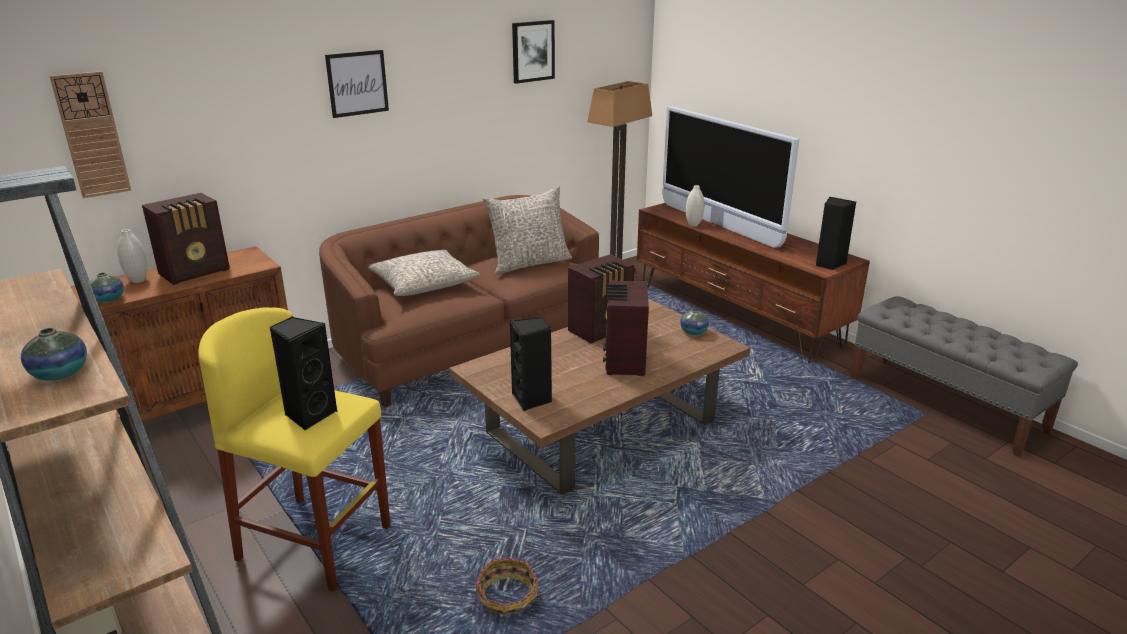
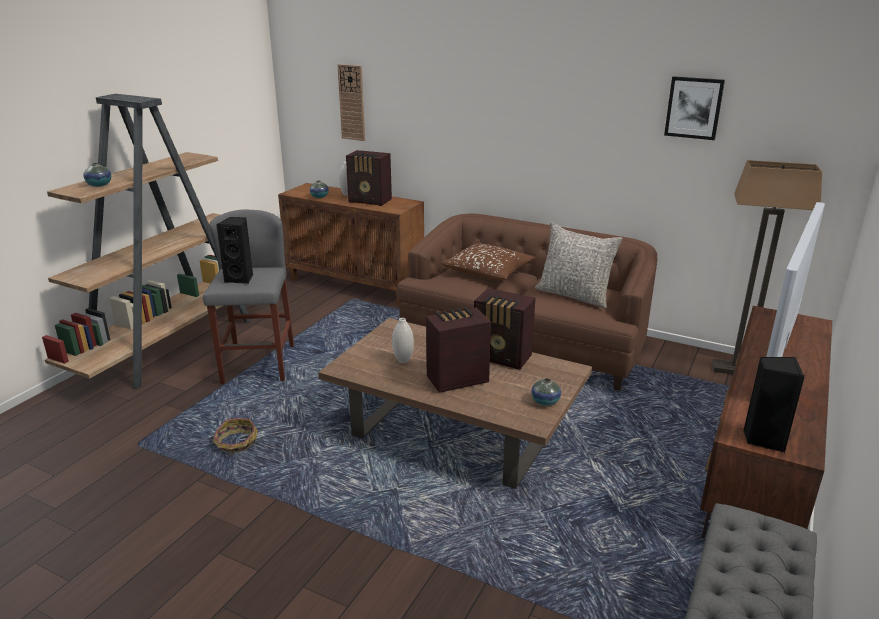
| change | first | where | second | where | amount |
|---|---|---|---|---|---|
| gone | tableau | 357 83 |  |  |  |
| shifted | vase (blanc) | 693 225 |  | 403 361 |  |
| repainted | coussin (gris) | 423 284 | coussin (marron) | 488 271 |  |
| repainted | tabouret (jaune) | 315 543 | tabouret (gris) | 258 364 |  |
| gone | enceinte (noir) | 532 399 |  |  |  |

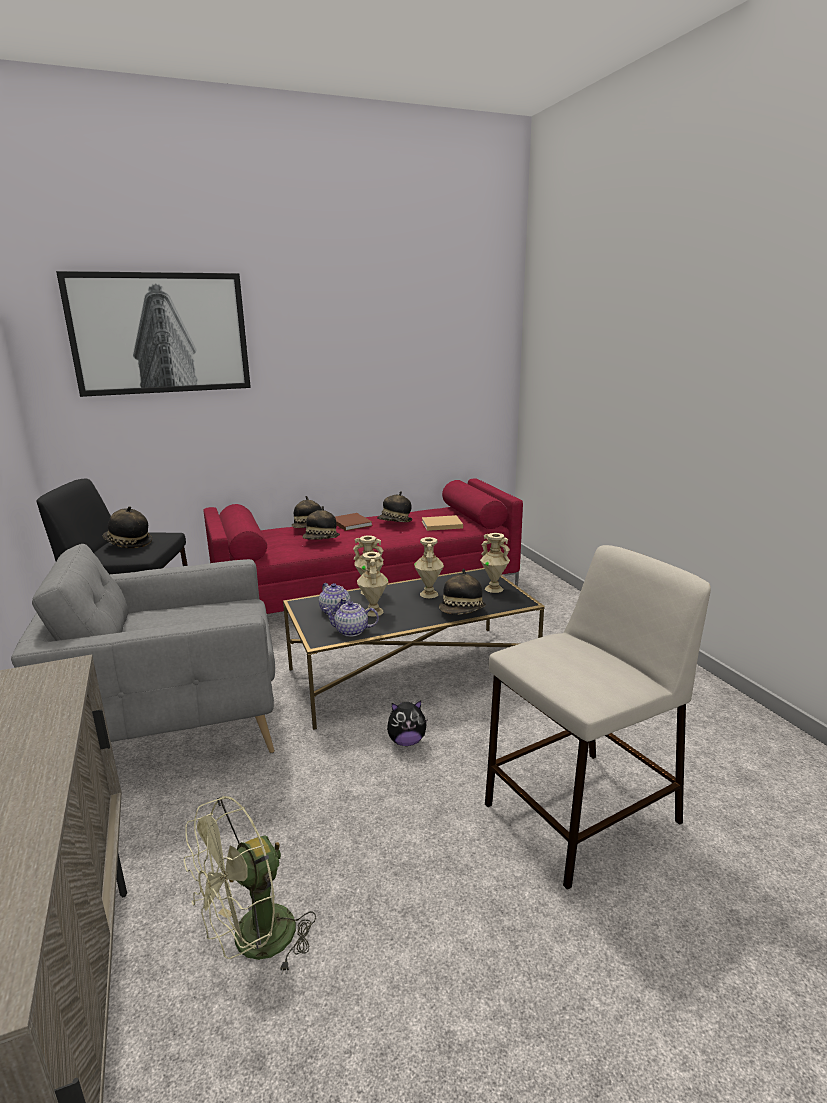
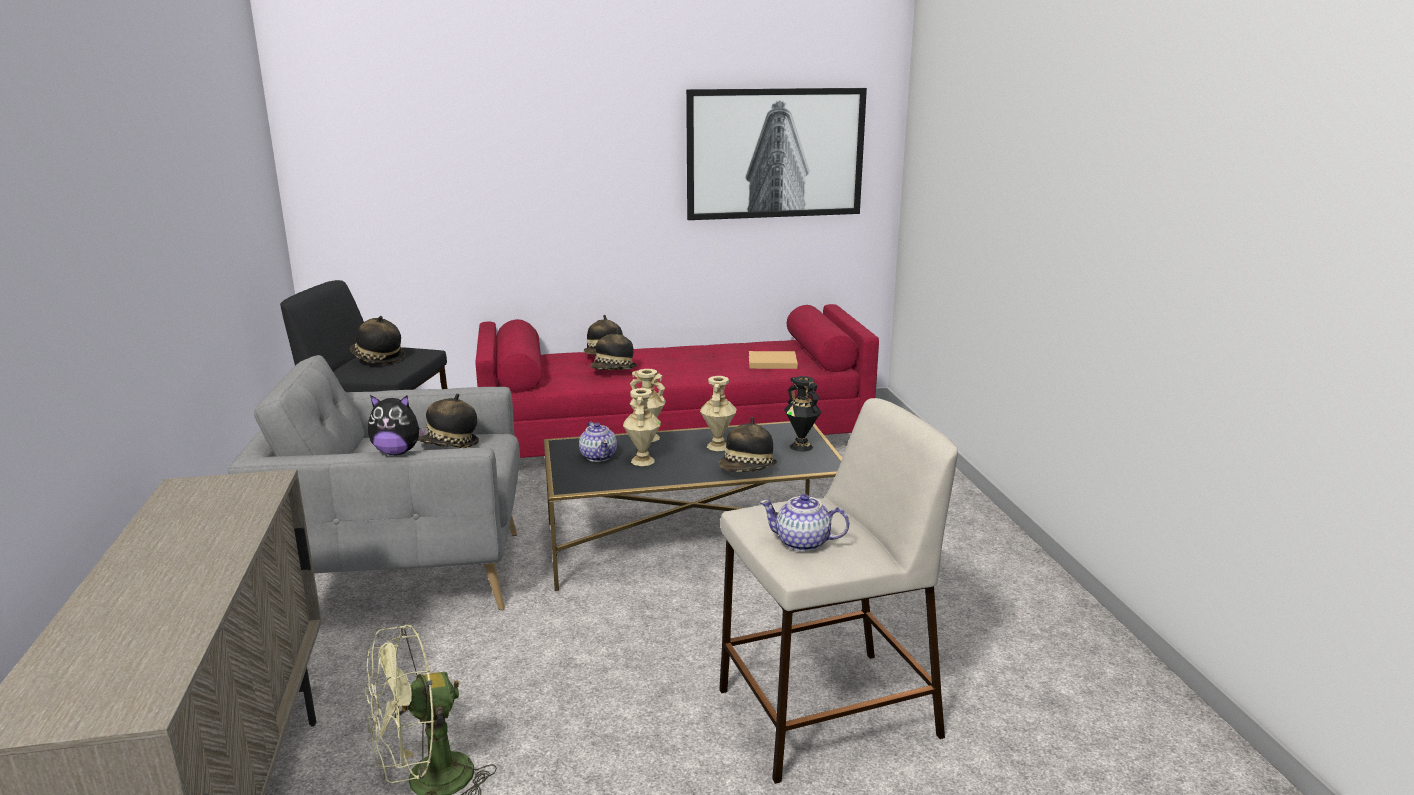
| change | first | where | second | where | amount |
|---|---|---|---|---|---|
| shifted | tableau | 160 333 |  | 775 153 |  |
| shifted | chapeau | 395 522 |  | 448 445 |  |
| gone | livre (marron) | 350 523 |  |  |  |
| repainted | vase (beige) | 494 589 | vase (noir) | 801 446 |  |
| shifted | théière | 352 631 |  | 803 543 |  |
| shifted | peluche | 406 741 |  | 397 452 |  |

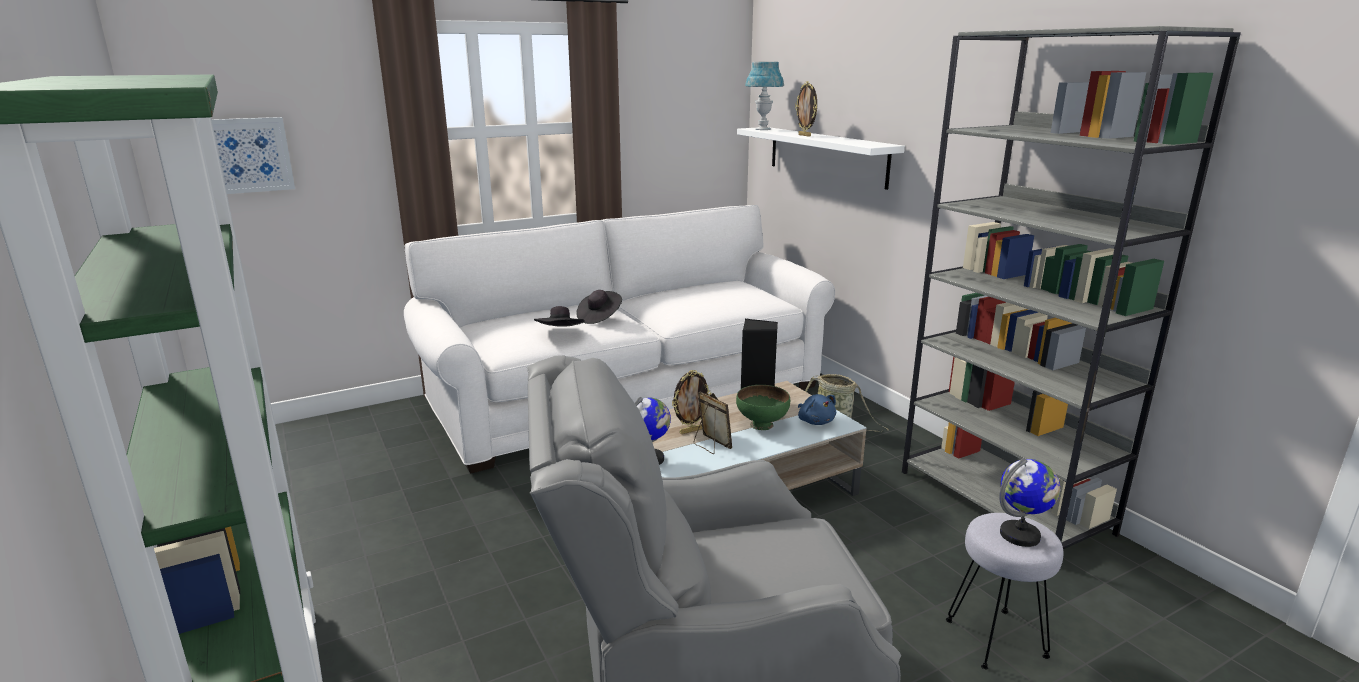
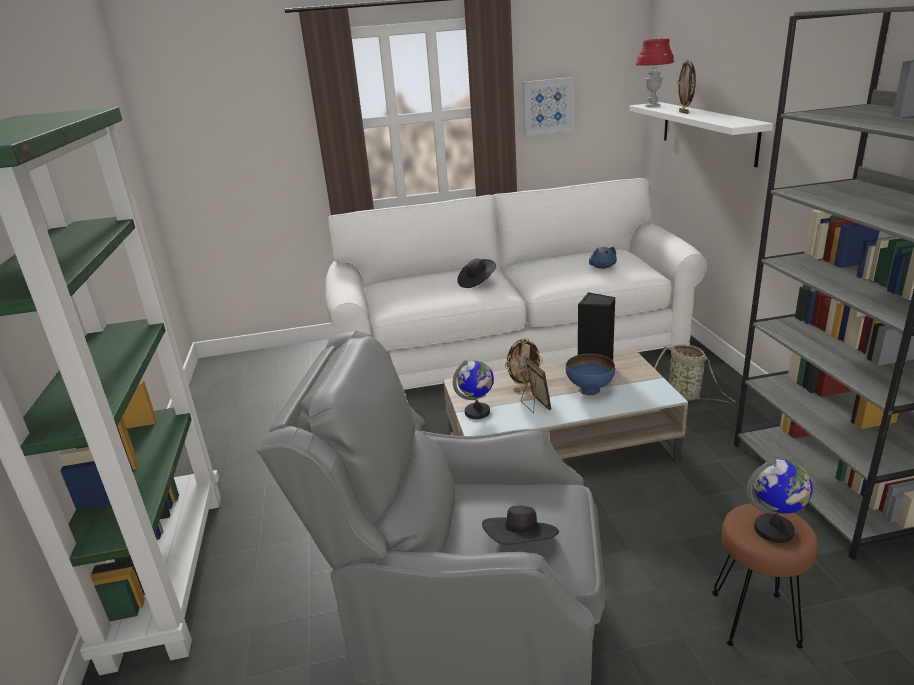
| change | first | where | second | where | amount |
|---|---|---|---|---|---|
| repainted | lampe de table (bleu) | 763 129 | lampe de table (rouge) | 652 106 |  |
| shifted | tableau | 249 155 |  | 548 106 |  |
| shifted | chapeau (noir) | 560 333 |  | 521 544 |  |
| repainted | bol (vert) | 762 425 | bol (bleu) | 590 390 |  |
| shifted | peluche (bleu) | 815 421 |  | 602 267 |  |
| repainted | tabouret (gris) | 996 639 | tabouret (marron) | 754 620 |  |

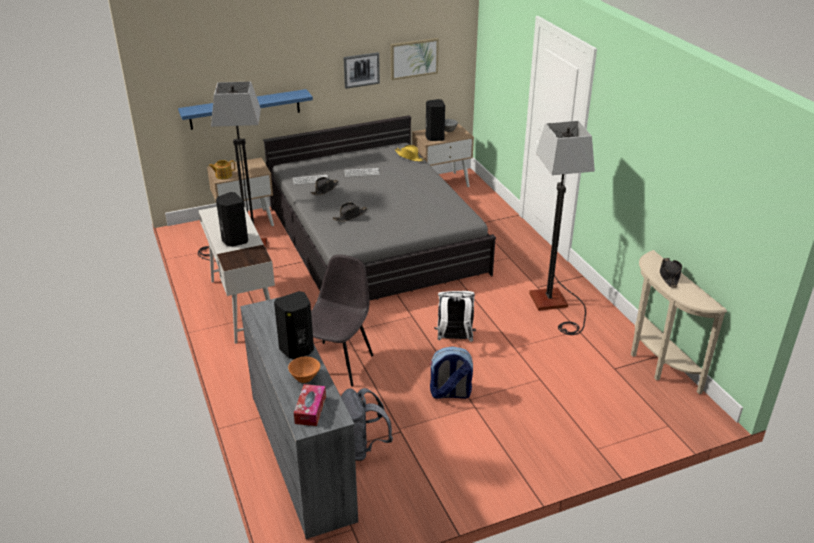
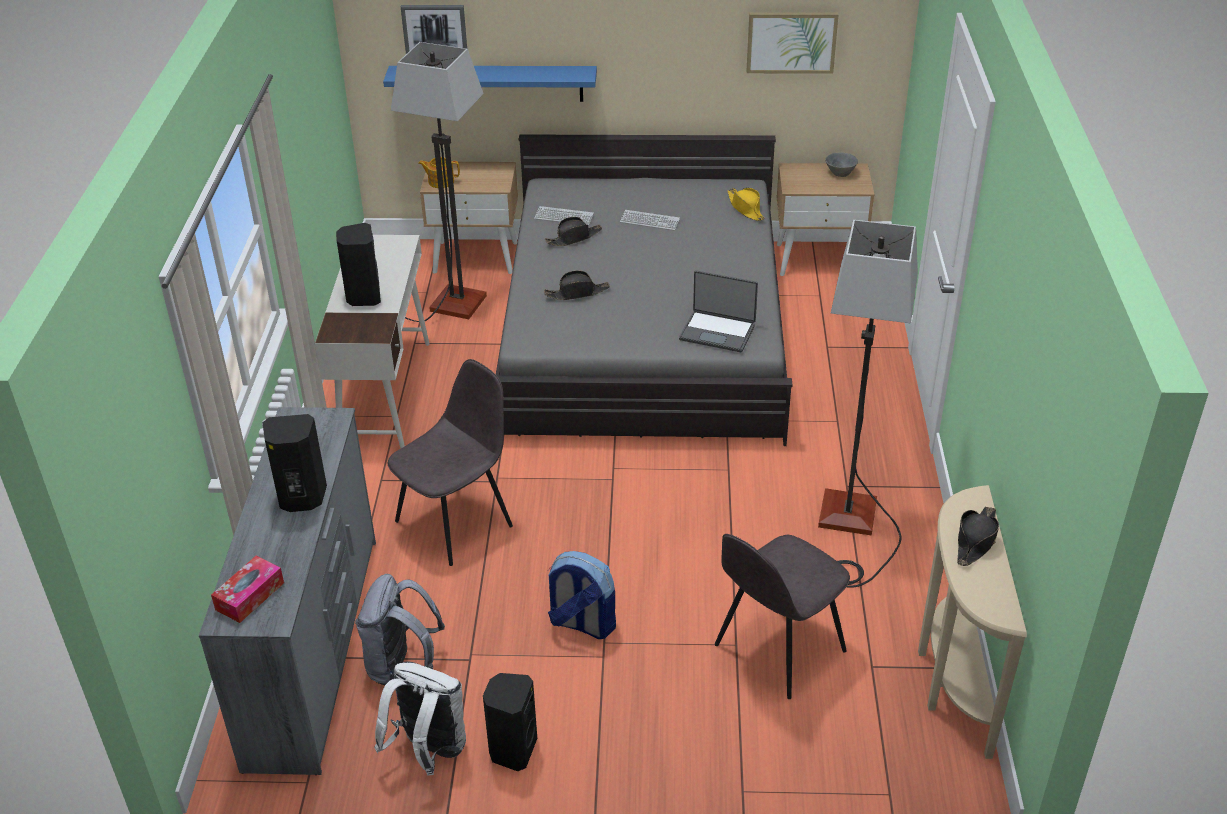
| change | first | where | second | where | amount |
|---|---|---|---|---|---|
| shifted | tableau | 361 70 |  | 434 30 |  |
| shifted | enceinte (noir) | 434 137 |  | 512 750 |  |
| shifted | sac à dos (blanc) | 454 339 |  | 428 751 |  |
| gone | bol (orange) | 306 377 |  |  |  |
| new |  |  | ordinateur portable | 717 332 |  |
| new |  |  | chaise (gris) | 777 650 |  |

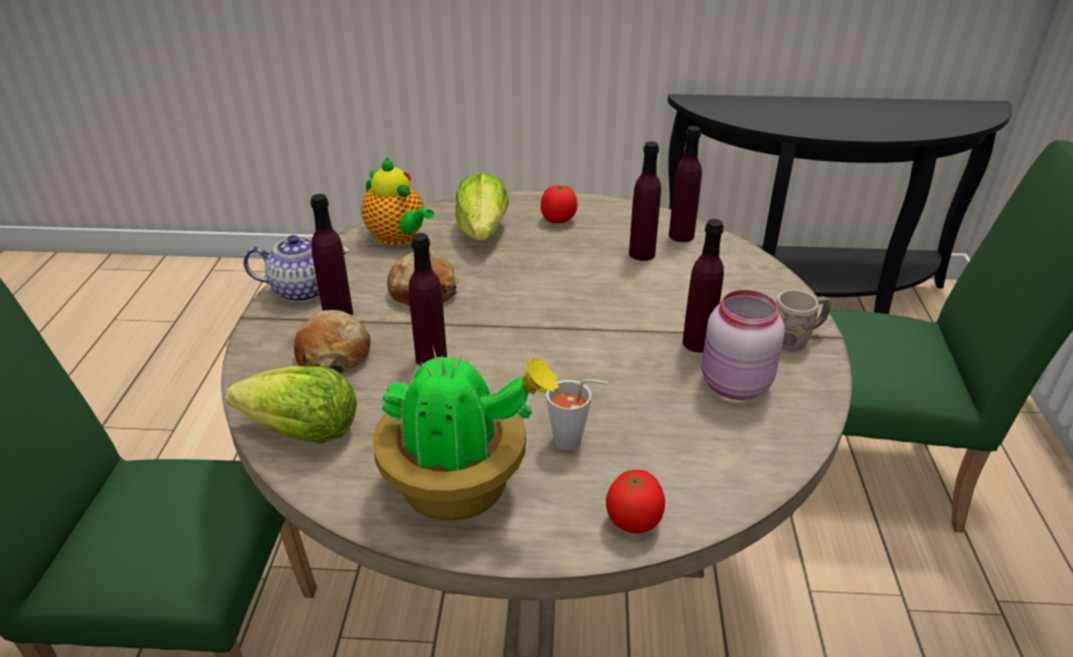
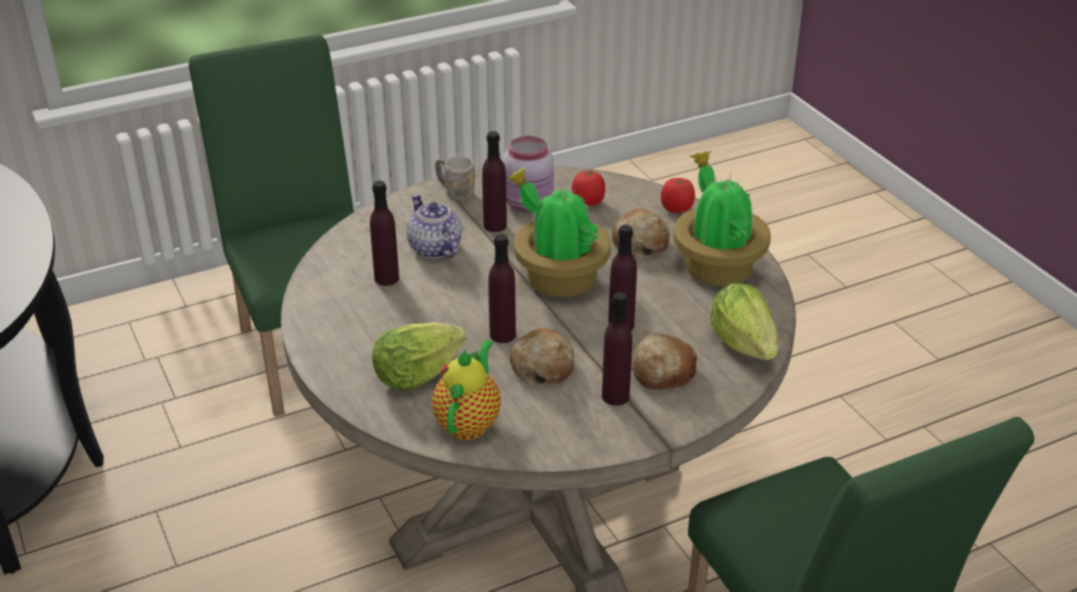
| change | first | where | second | where | amount |
|---|---|---|---|---|---|
| shifted | bouteille (violet) | 681 235 |  | 502 335 |  |
| shifted | tomate | 558 220 |  | 588 202 |  |
| shifted | théière | 303 290 |  | 434 249 |  |
| swapped | tasse (gris) | 574 442 | pain | 640 243 |  |
| new |  |  | plante en pot | 558 279 |  |

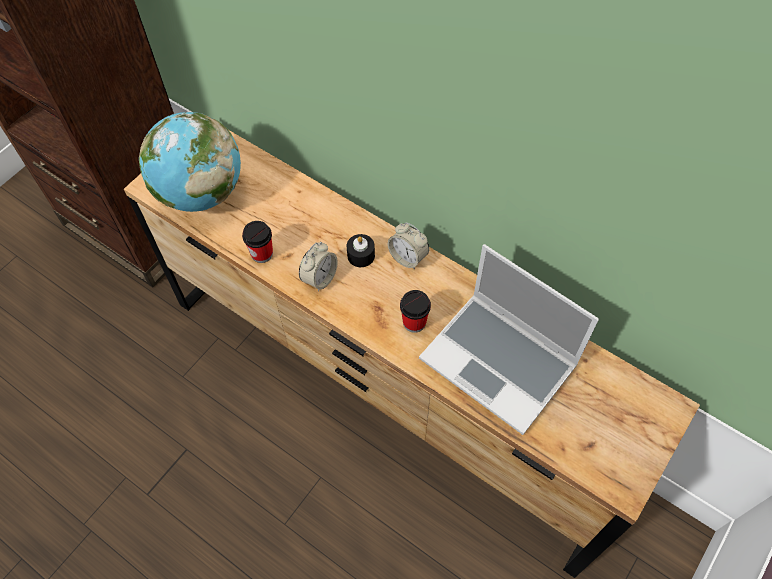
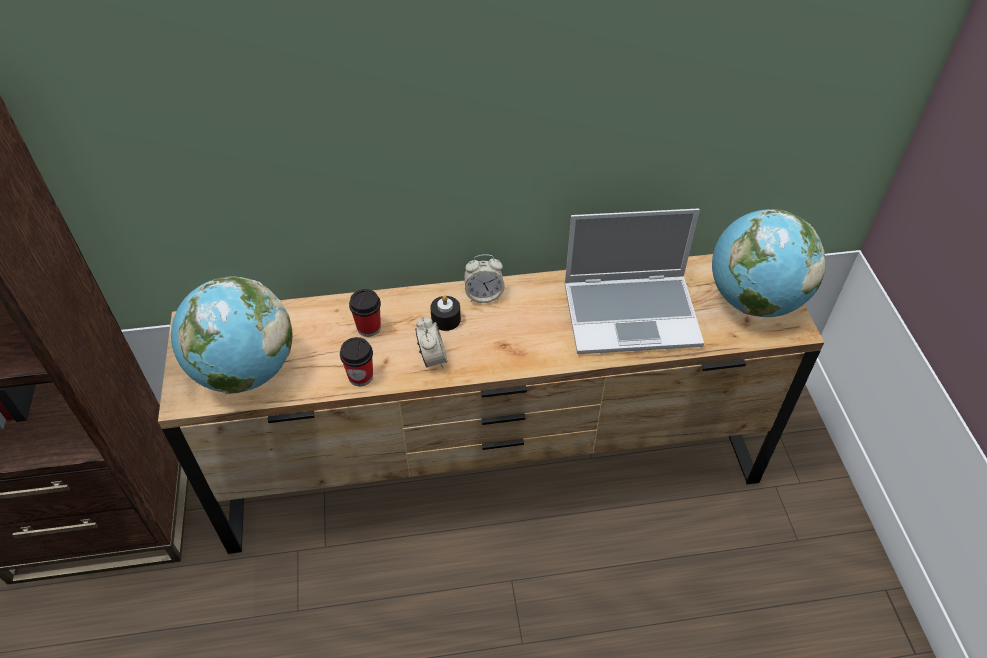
| change | first | where | second | where | amount |
|---|---|---|---|---|---|
| shifted | tasse | 414 322 |  | 369 328 |  |
| new |  |  | globe | 753 300 |  |

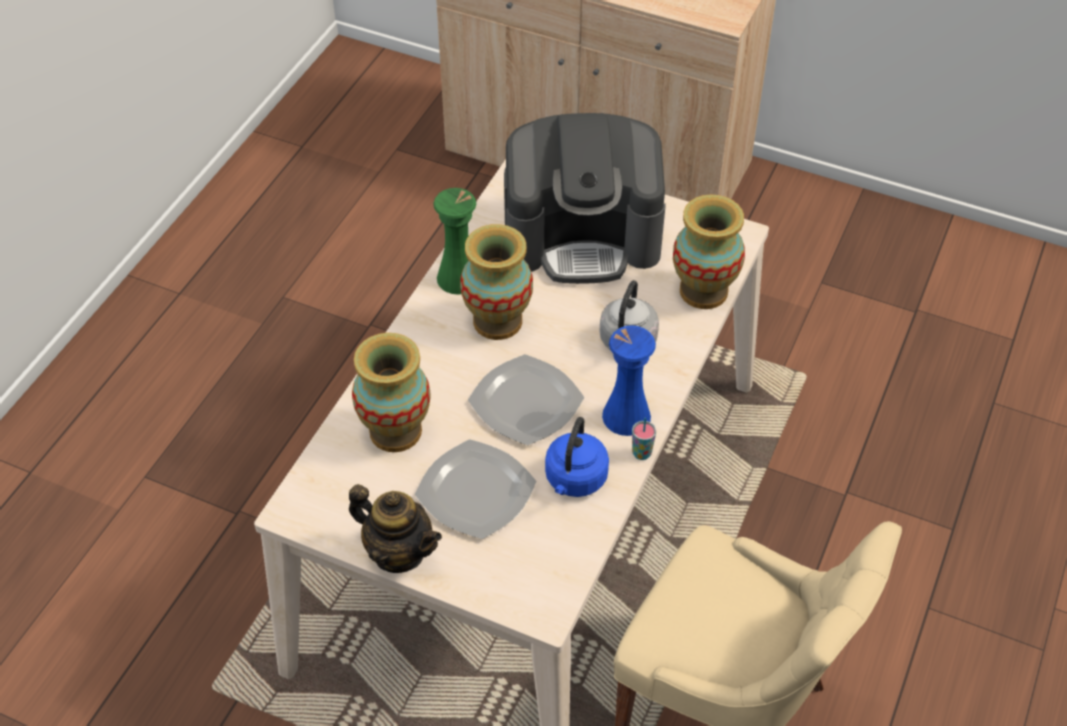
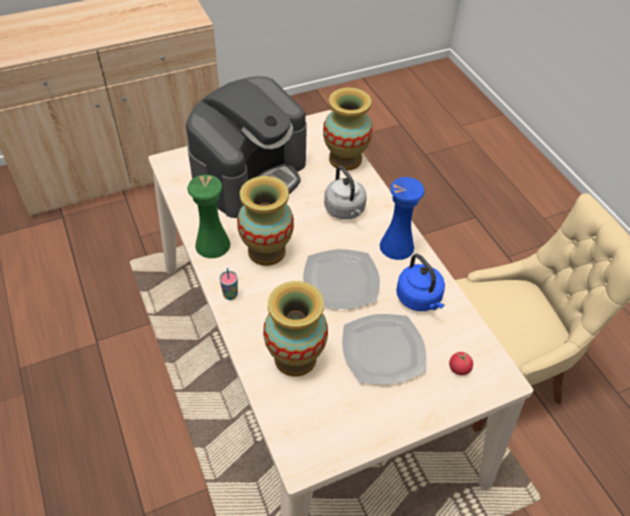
| change | first | where | second | where | amount |
|---|---|---|---|---|---|
| shifted | tasse | 641 453 |  | 230 295 |  |
| gone | théière | 399 552 |  |  |  |
| new |  |  | tomate | 459 368 |  |

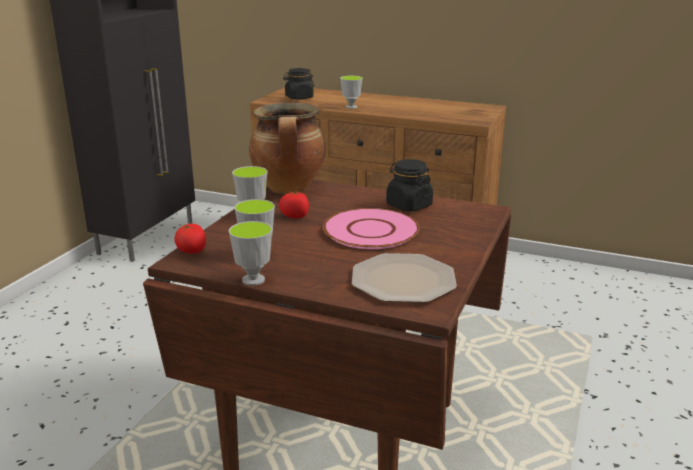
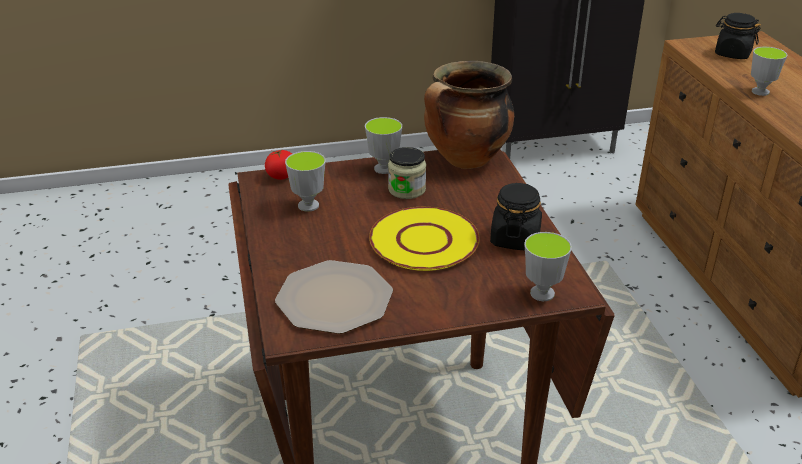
| change | first | where | second | where | amount |
|---|---|---|---|---|---|
| swapped | tomate | 295 216 | bocal | 407 189 |  |
| repainted | assiette (rose) | 371 230 | assiette (jaune) | 424 241 |  |
| shifted | tasse | 253 280 |  | 542 293 |  |

